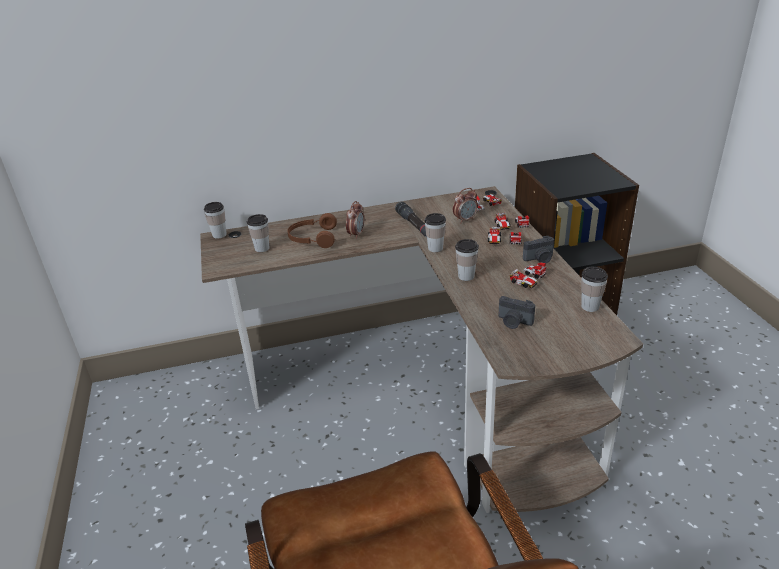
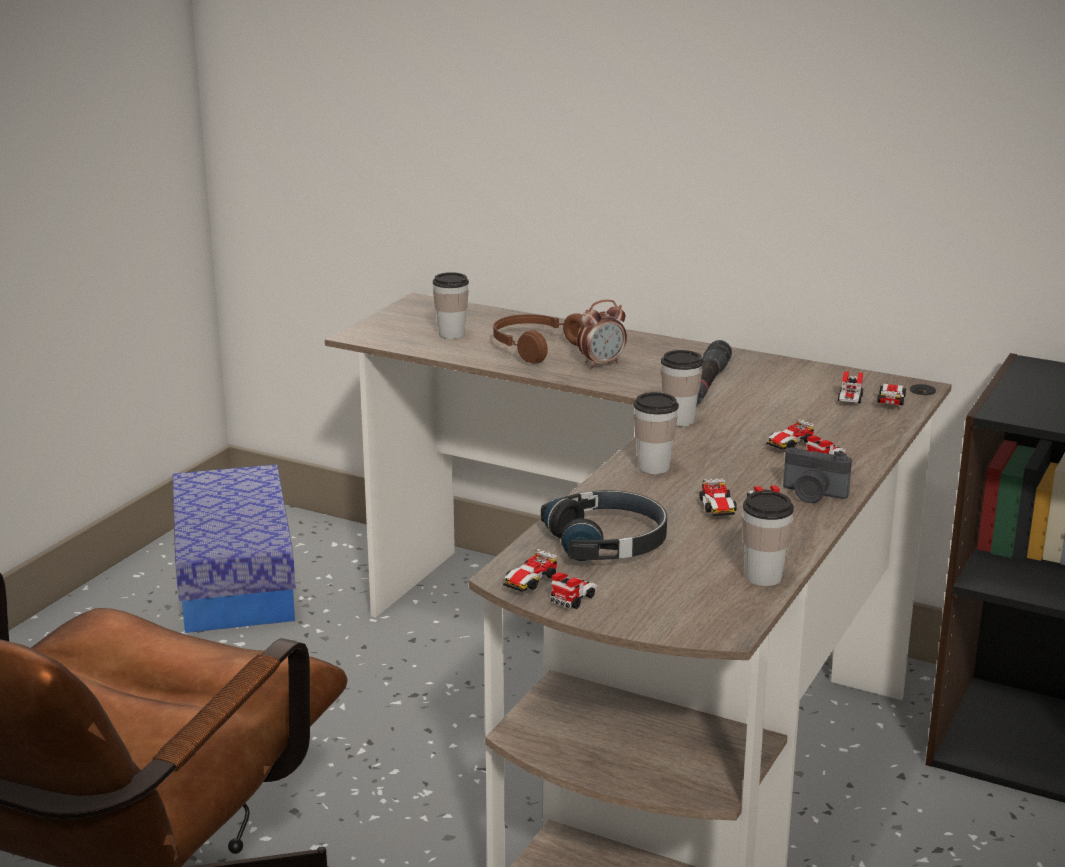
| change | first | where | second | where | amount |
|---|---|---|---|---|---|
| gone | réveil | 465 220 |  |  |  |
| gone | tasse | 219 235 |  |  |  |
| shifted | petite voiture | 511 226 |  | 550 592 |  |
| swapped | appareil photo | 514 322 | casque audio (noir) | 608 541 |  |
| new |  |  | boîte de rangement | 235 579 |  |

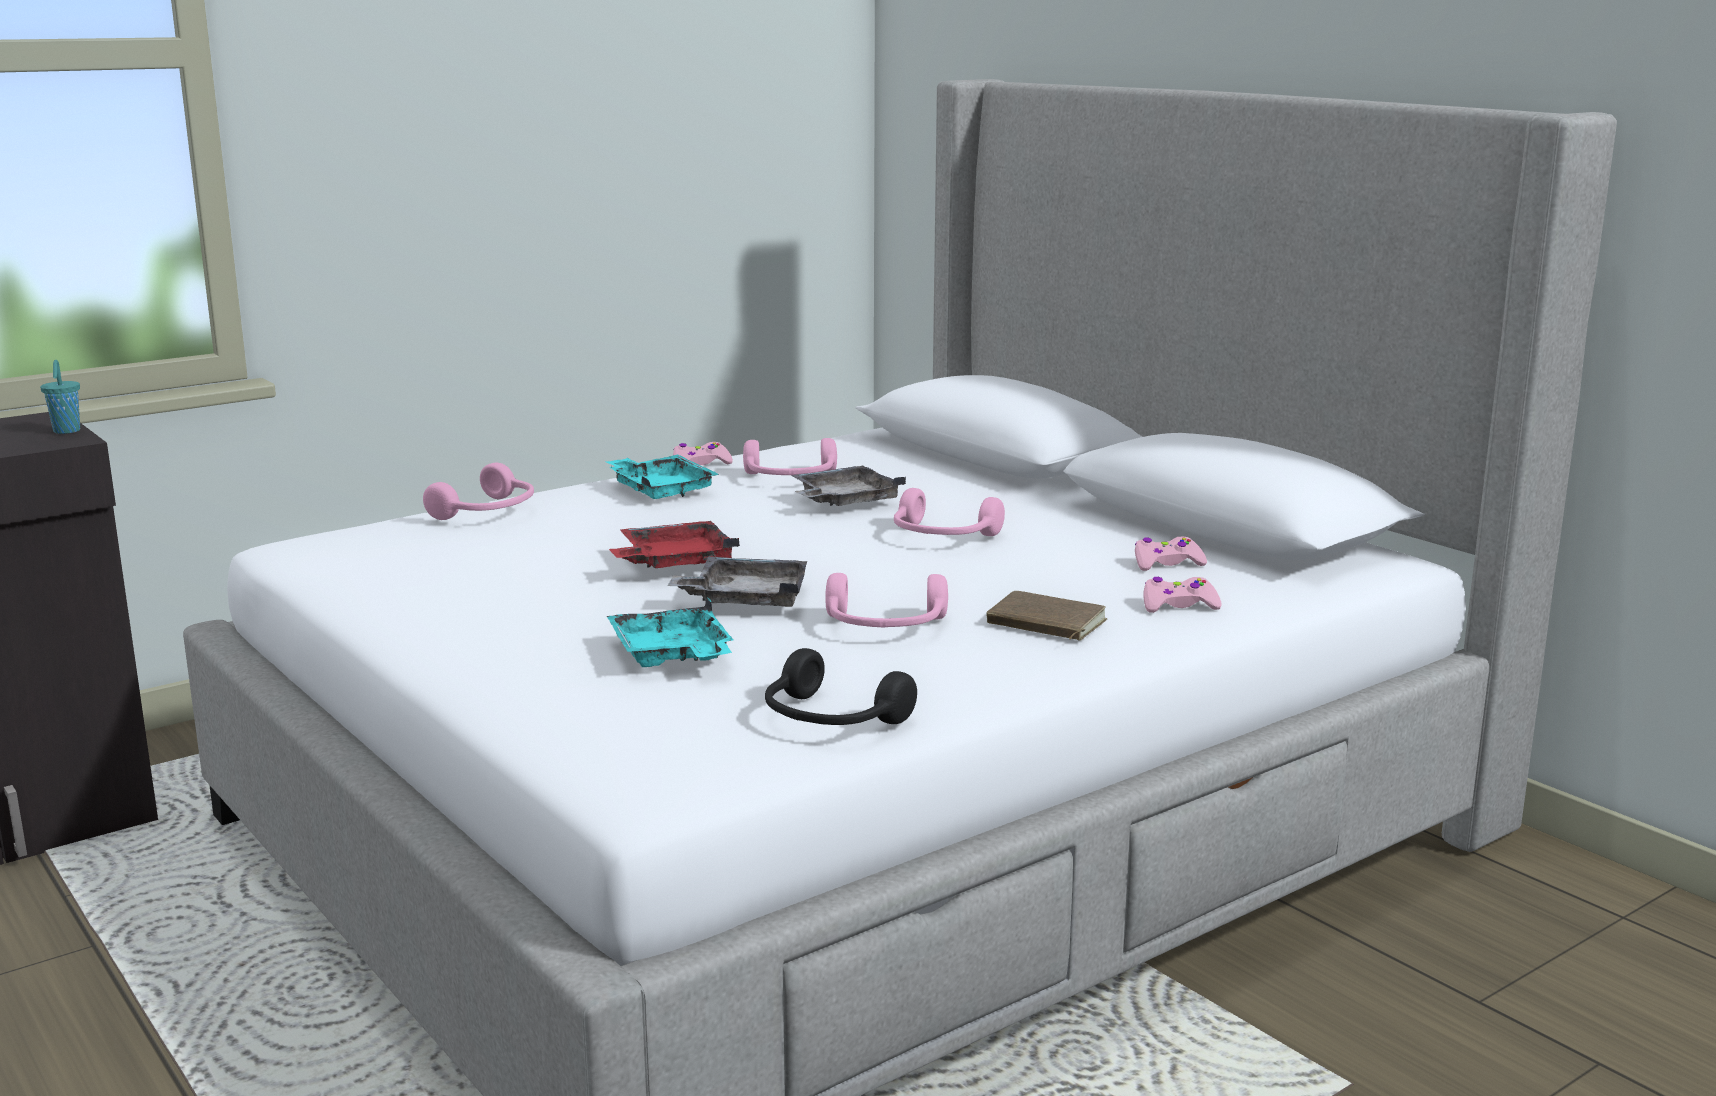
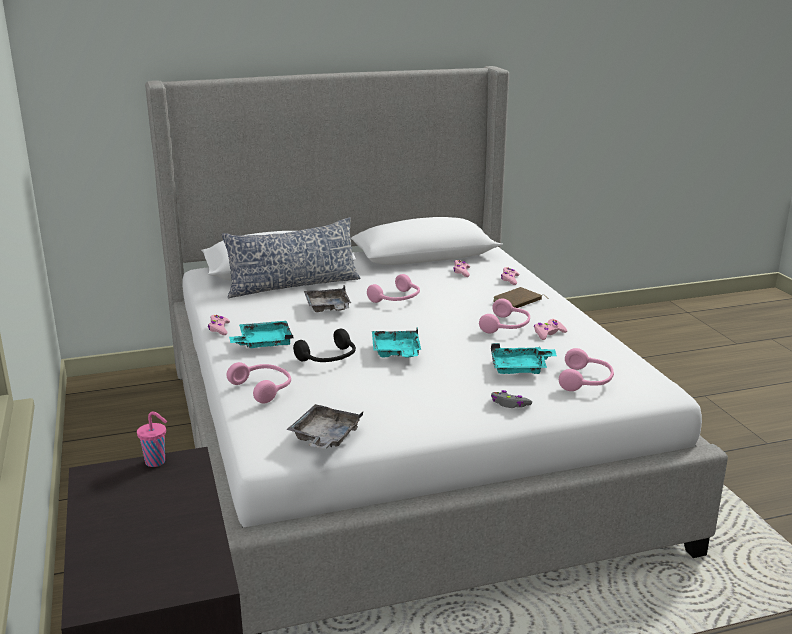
| change | first | where | second | where | amount |
|---|---|---|---|---|---|
| repainted | tasse (turquoise) | 66 431 | tasse (rose) | 156 462 |  |
| shifted | casque audio (rose) | 790 478 |  | 586 381 |  |
| repainted | plateau (rouge) | 674 562 | plateau (turquoise) | 396 352 |  |
| shifted | plateau (gris) | 745 599 |  | 325 437 |  |
| shifted | casque audio (noir) | 830 720 |  | 329 359 |  |
| new |  |  | coussin | 293 285 |  |
| new |  |  | manette (rose) | 548 333 |  |
| new |  |  | manette (gris) | 509 404 |  |

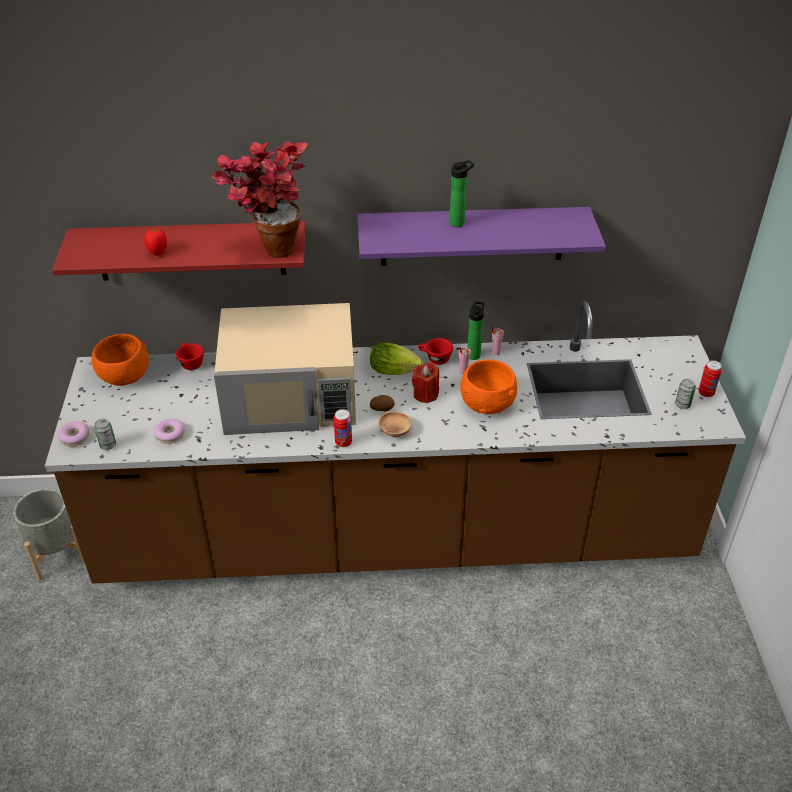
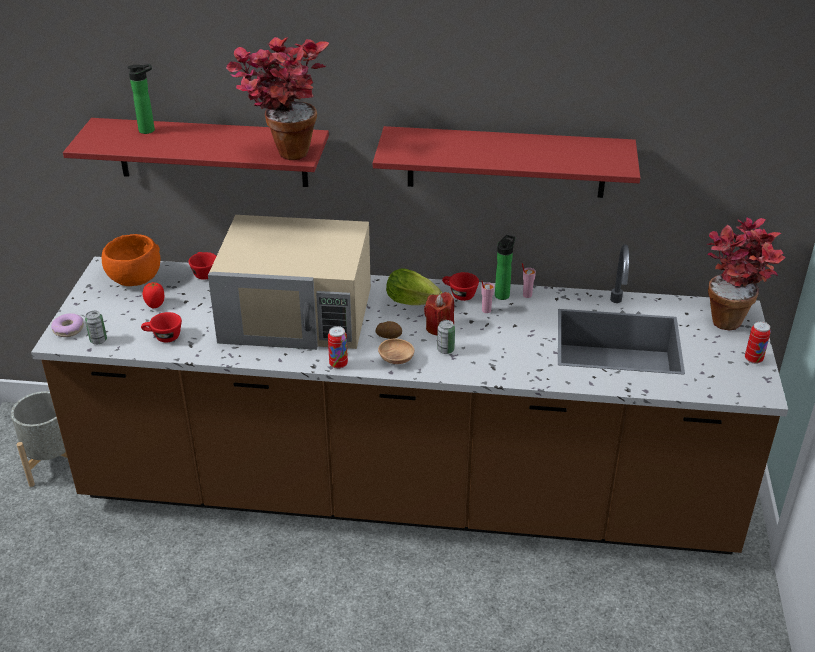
| change | first | where | second | where | amount |
|---|---|---|---|---|---|
| shifted | bouteille | 459 222 |  | 149 130 |  |
| repainted | étagère (violet) | 472 236 | étagère (rouge) | 506 162 |  |
| shifted | tomate | 158 252 |  | 155 305 |  |
| gone | bol (orange) | 488 403 |  |  |  |
| shifted | boîte métallique | 682 405 |  | 445 350 |  |
| swapped | beignet | 170 435 | tasse (rouge) | 163 337 |  |
| new |  |  | plante en pot | 731 317 |  |

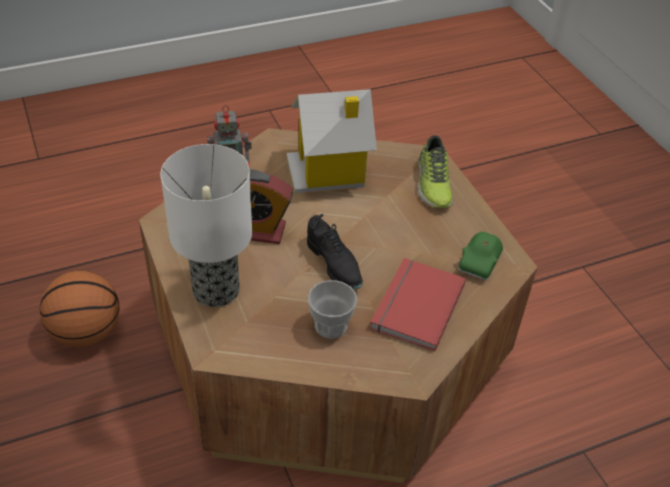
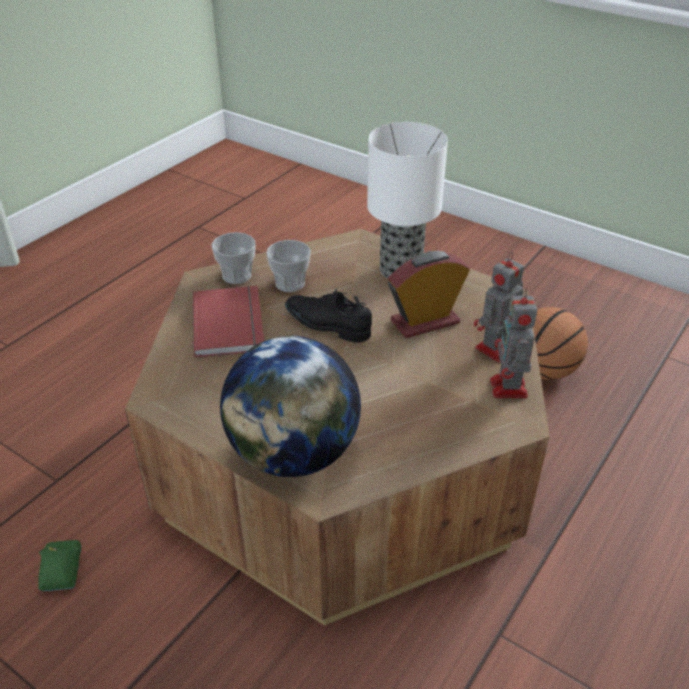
| change | first | where | second | where | amount |
|---|---|---|---|---|---|
| gone | maison miniature | 329 172 |  |  |  |
| swapped | chaussure | 432 184 | globe | 293 454 |  |
| shifted | petite voiture (vert) | 480 263 |  | 61 571 |  |
| new |  |  | tasse | 236 275 |  |
| new |  |  | robot jouet | 508 389 |  |

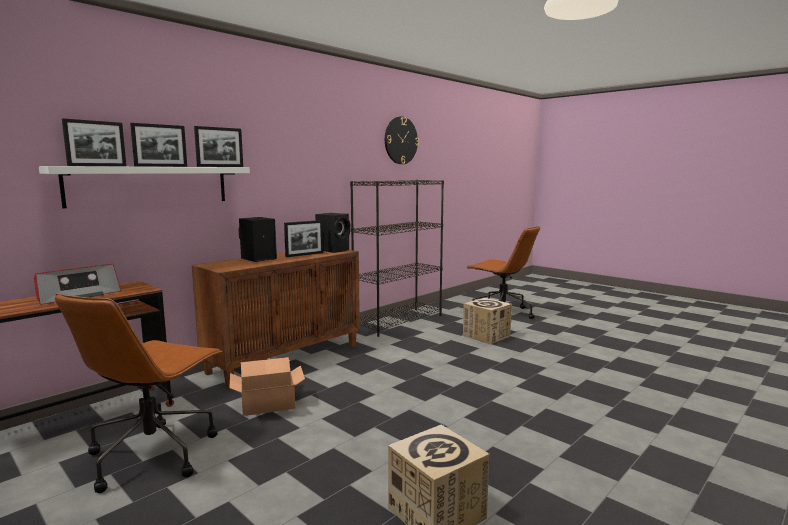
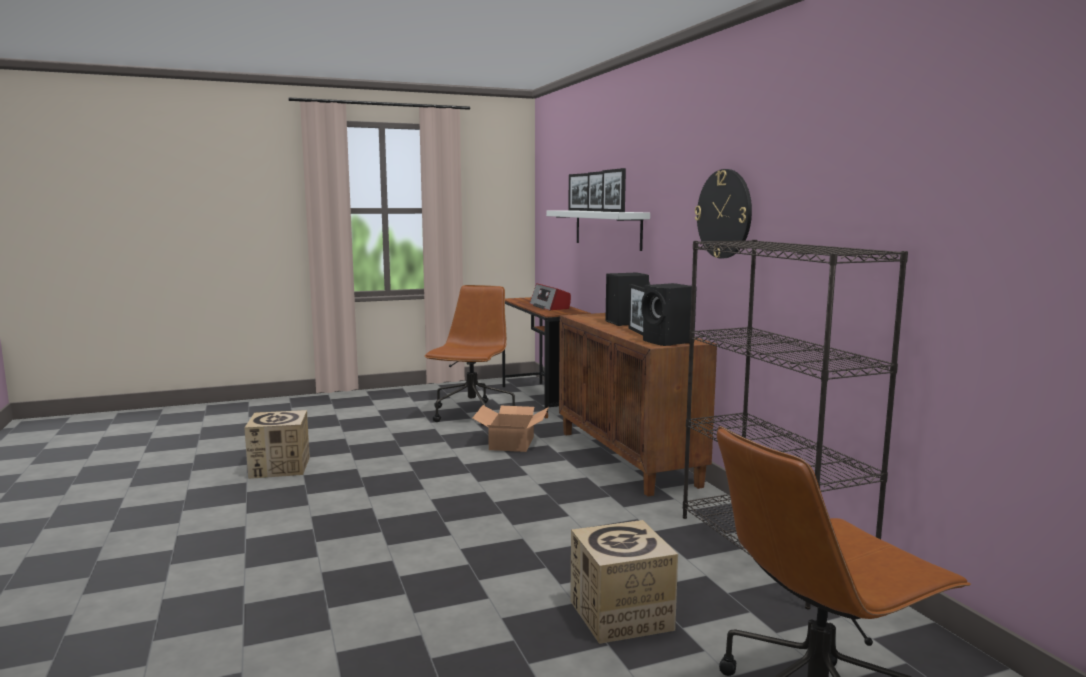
| change | first | where | second | where | amount |
|---|---|---|---|---|---|
| shifted | horloge murale | 400 140 |  | 724 214 |  |
| rotated | chaise de bureau (marron) | 153 454 |  | 471 414 | 60 degrees clockwise |

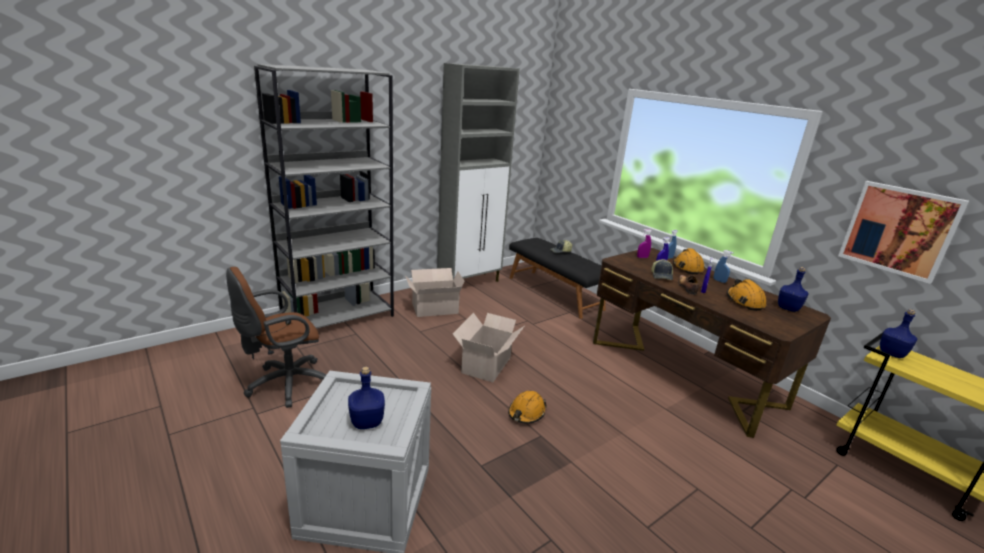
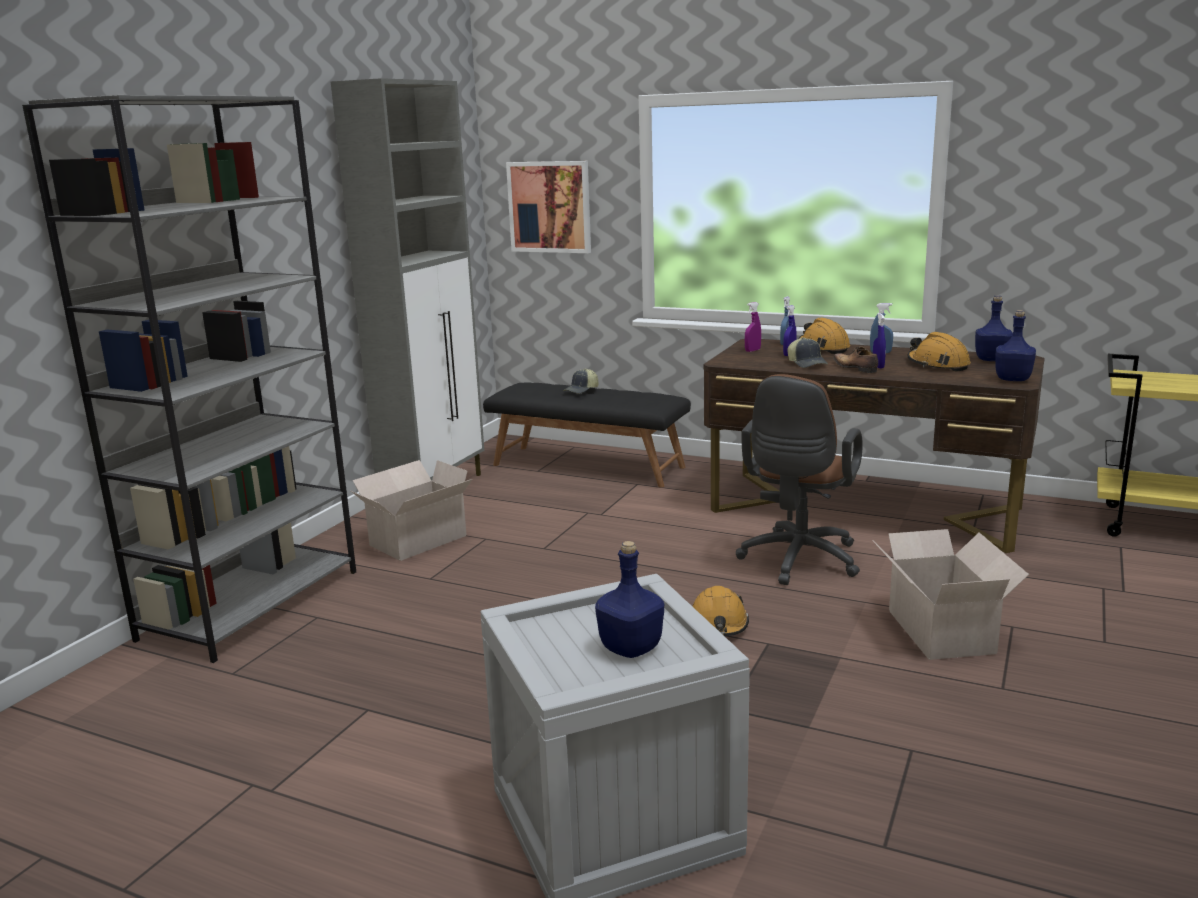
| change | first | where | second | where | amount |
|---|---|---|---|---|---|
| shifted | tableau | 898 230 |  | 550 207 |  |
| shifted | chaise de bureau (marron) | 284 384 |  | 797 562 |  |
| shifted | bouteille (bleu) | 892 354 |  | 1013 379 |  |
| shifted | carton | 487 364 |  | 940 630 |  |

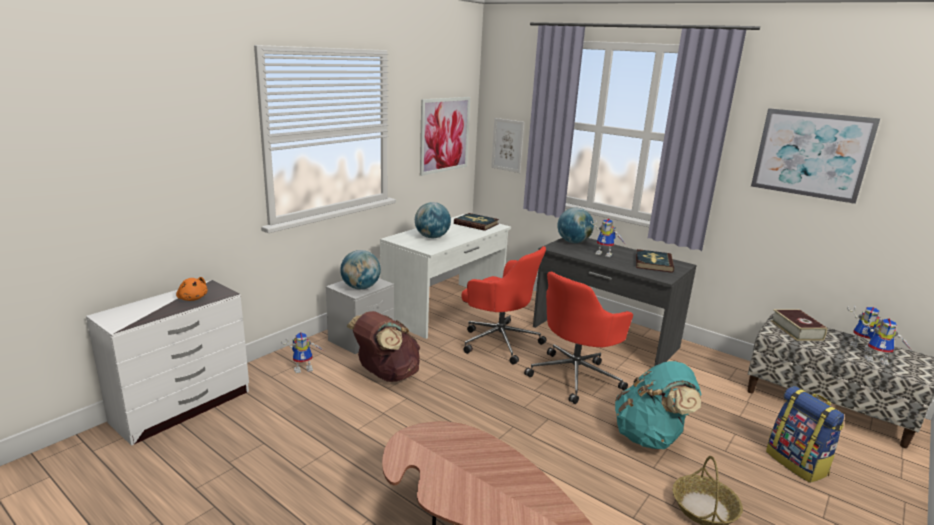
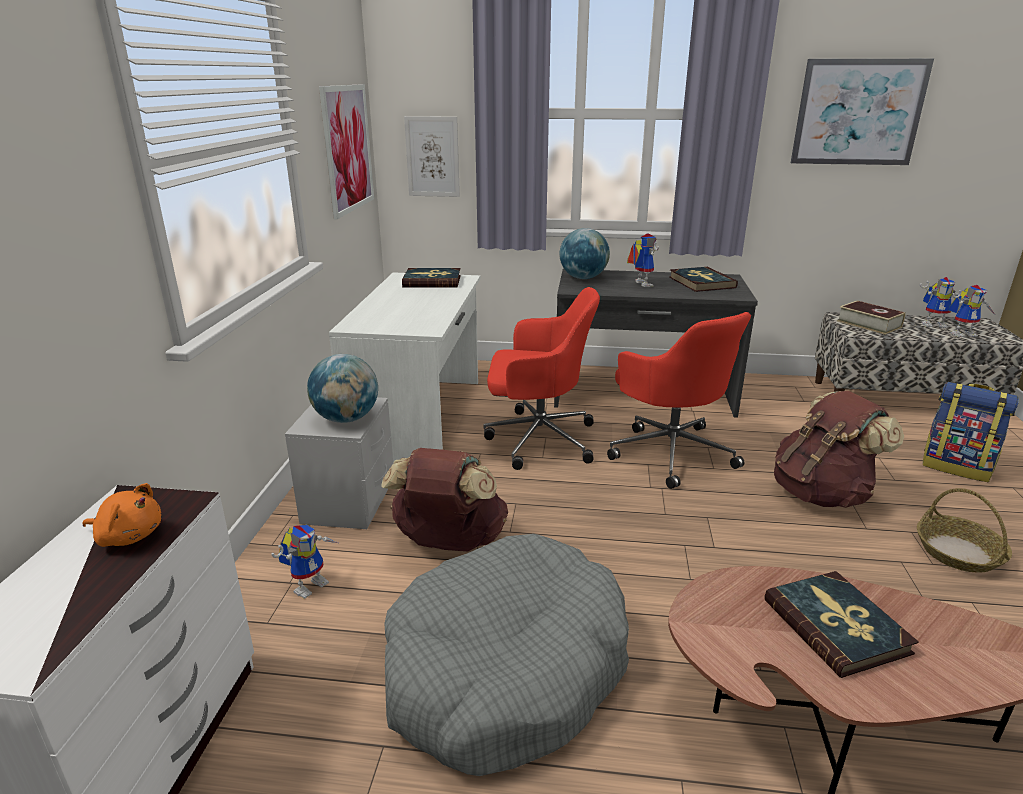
| change | first | where | second | where | amount |
|---|---|---|---|---|---|
| gone | globe | 432 237 |  |  |  |
| rotated | robot jouet | 605 254 |  | 639 284 | 105 degrees counterclockwise |
| rotated | chaise de bureau (rouge) | 575 376 |  | 671 452 | 45 degrees counterclockwise |
| repainted | sac à dos (turquoise) | 650 437 | sac à dos (marron) | 821 494 |  |
| new |  |  | panier pour chien (gris) | 506 669 |  |
| new |  |  | livre | 836 626 |  |

